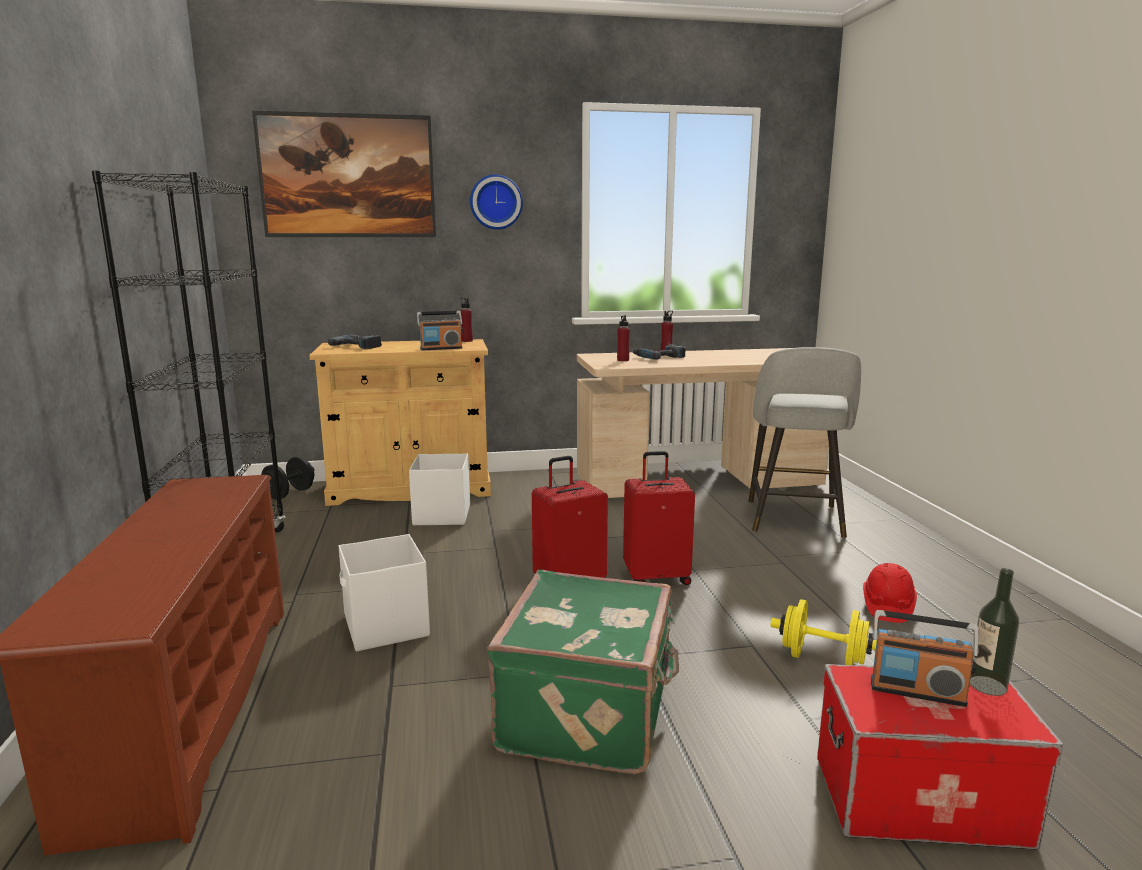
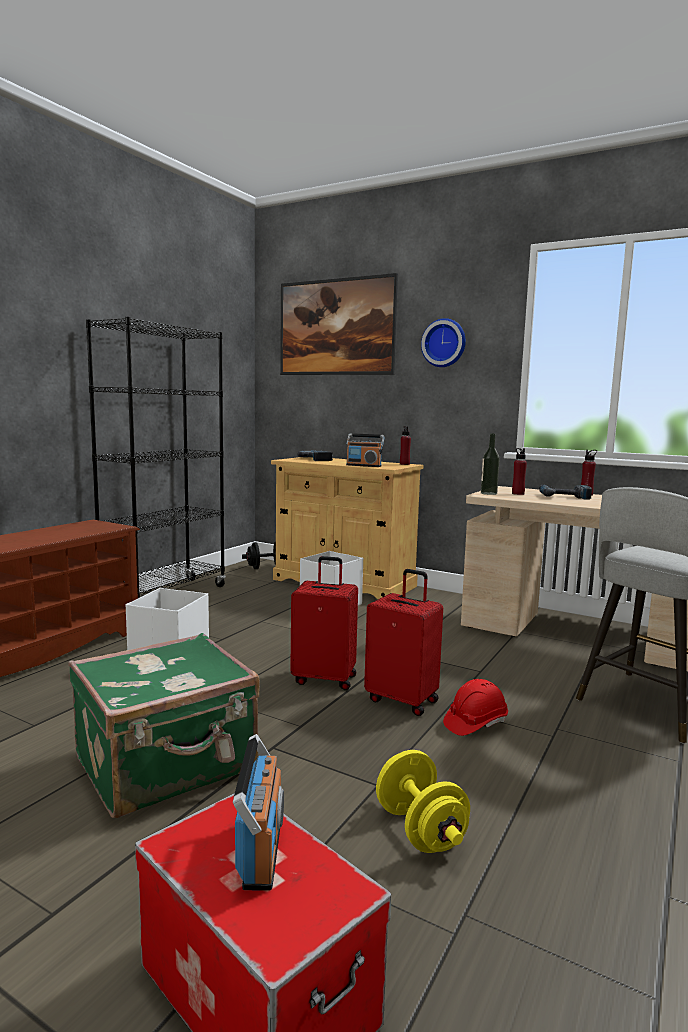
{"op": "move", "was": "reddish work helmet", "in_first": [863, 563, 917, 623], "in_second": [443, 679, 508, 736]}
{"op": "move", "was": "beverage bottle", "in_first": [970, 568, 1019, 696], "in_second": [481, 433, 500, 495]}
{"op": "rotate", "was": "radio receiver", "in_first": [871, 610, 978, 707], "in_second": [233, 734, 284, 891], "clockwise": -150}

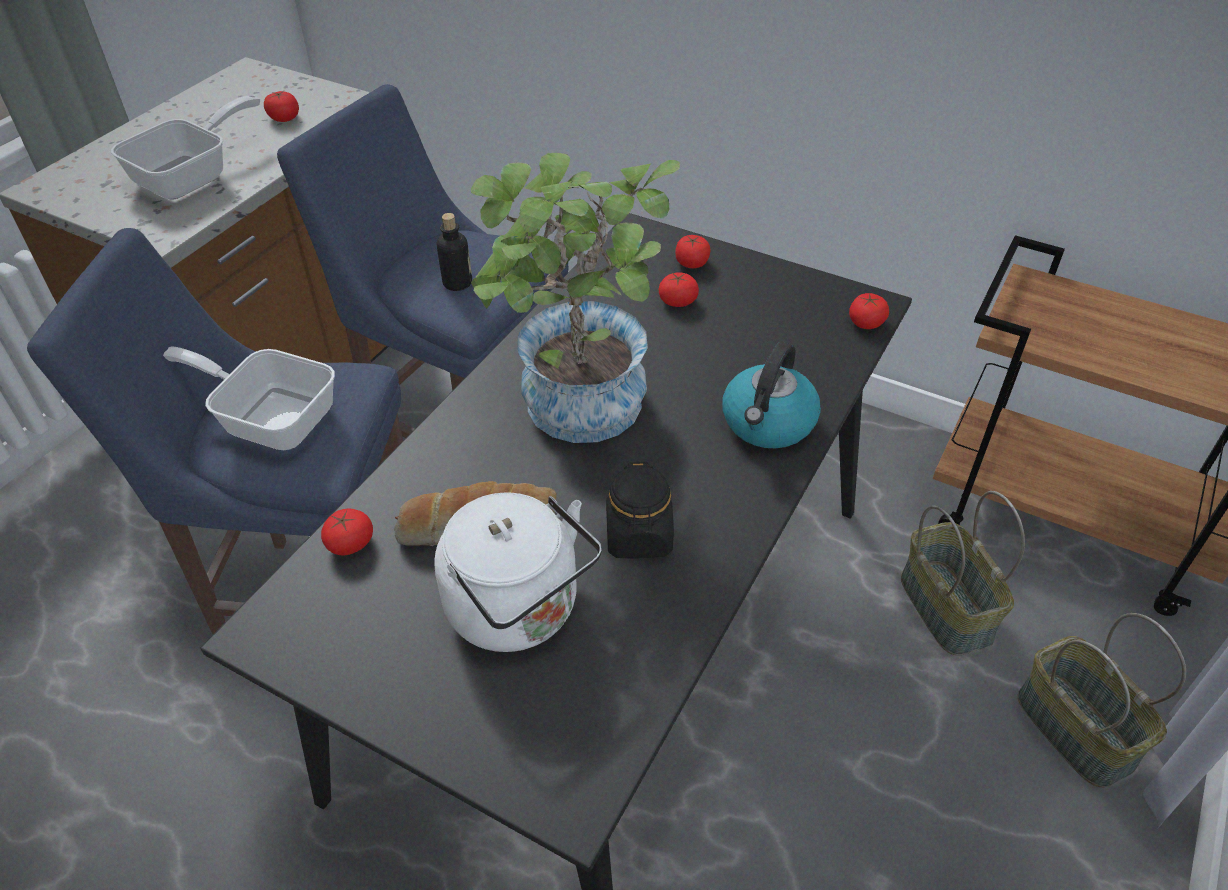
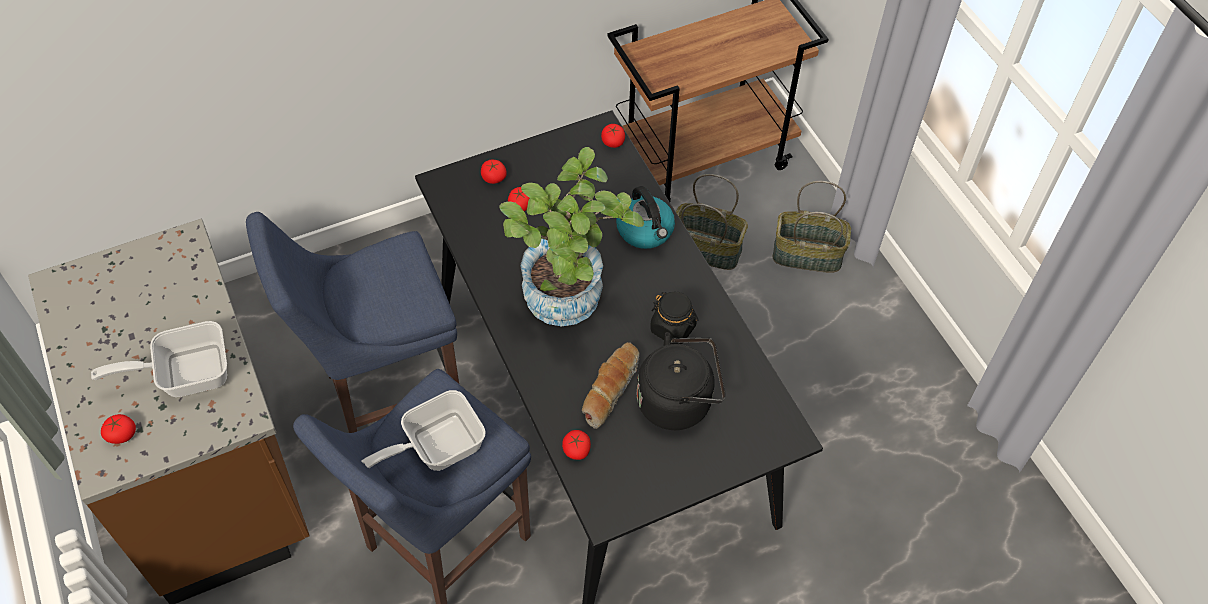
{"op": "move", "was": "whole tomato", "in_first": [264, 91, 299, 122], "in_second": [101, 414, 136, 444]}
{"op": "rotate", "was": "pan", "in_first": [111, 95, 260, 199], "in_second": [91, 321, 227, 397], "clockwise": -90}
{"op": "delete", "was": "beverage bottle", "in_first": [437, 213, 472, 291]}
{"op": "recolor", "was": "white water kettle", "now": "black water kettle", "in_first": [434, 493, 602, 652], "in_second": [637, 332, 726, 430]}

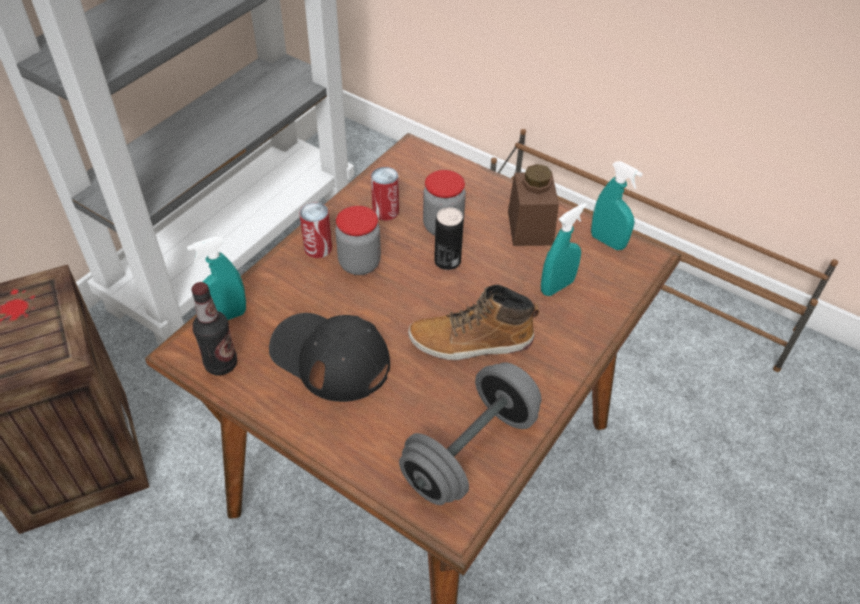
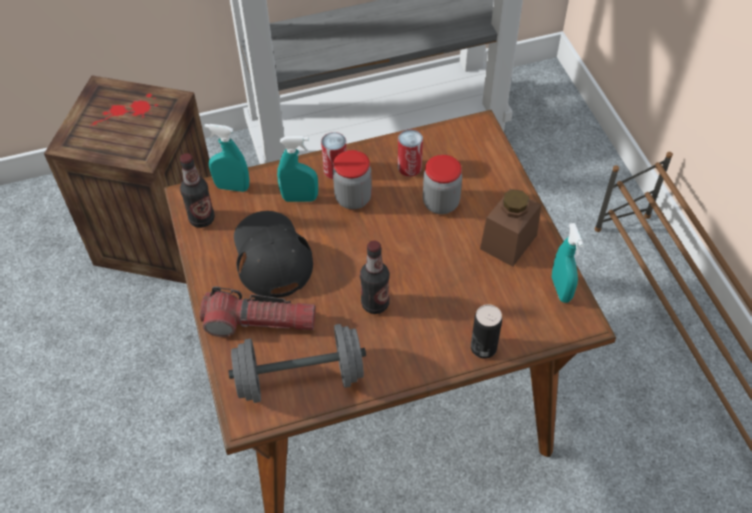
{"op": "move", "was": "turquoise spray bottle", "in_first": [541, 203, 587, 296], "in_second": [277, 136, 318, 202]}
{"op": "move", "was": "can", "in_first": [434, 207, 464, 270], "in_second": [471, 304, 502, 359]}
{"op": "replace", "was": "high-top boot", "now": "beverage bottle", "in_first": [408, 285, 539, 360], "in_second": [360, 241, 389, 314]}
{"op": "insert", "now": "flashlight", "in_second": [200, 286, 315, 337]}

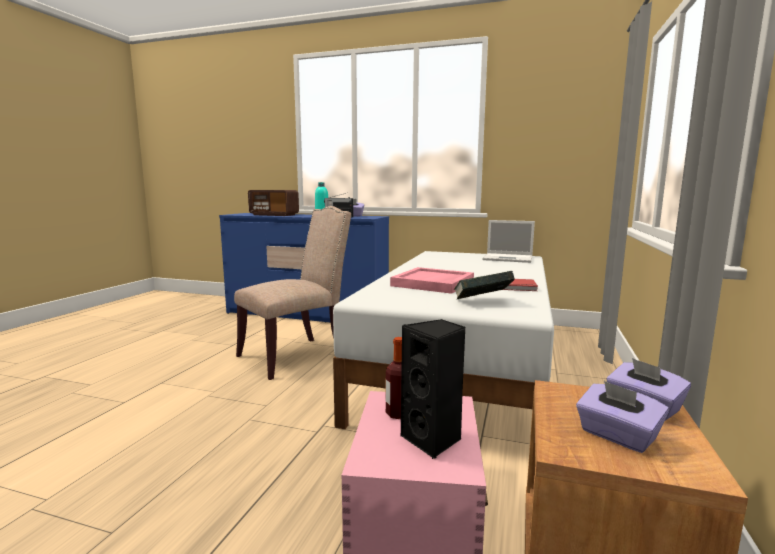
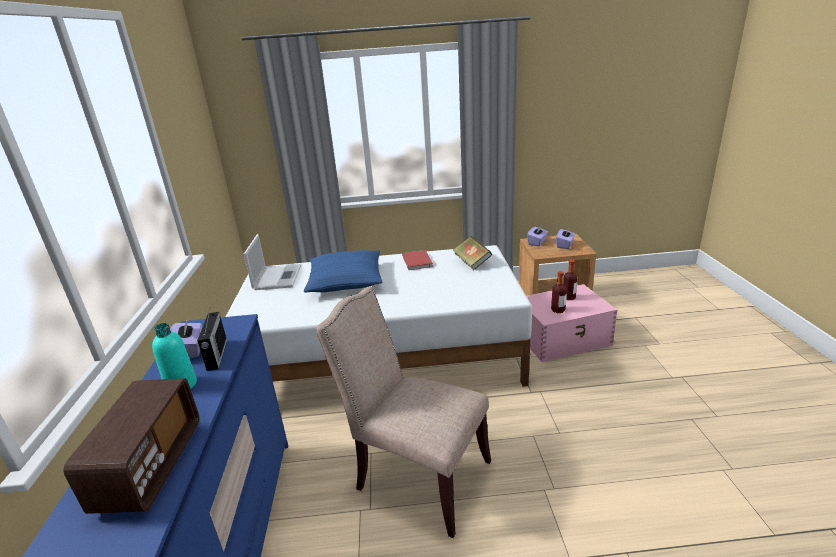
{"op": "delete", "was": "pink-coloured serving tray", "in_first": [390, 267, 474, 294]}
{"op": "replace", "was": "black loudspeaker", "now": "beverage bottle", "in_first": [400, 319, 466, 459], "in_second": [563, 260, 577, 300]}
{"op": "insert", "now": "blue cushion", "in_second": [304, 250, 382, 292]}

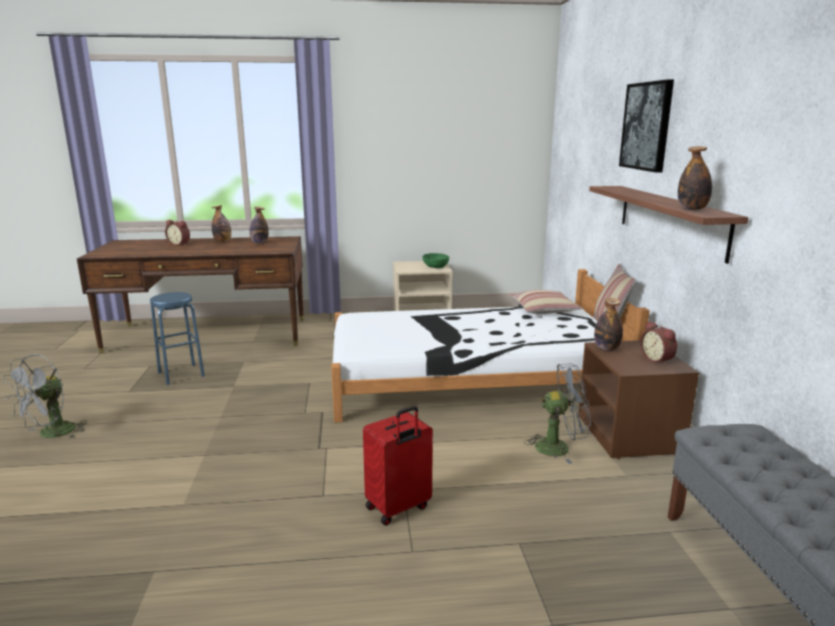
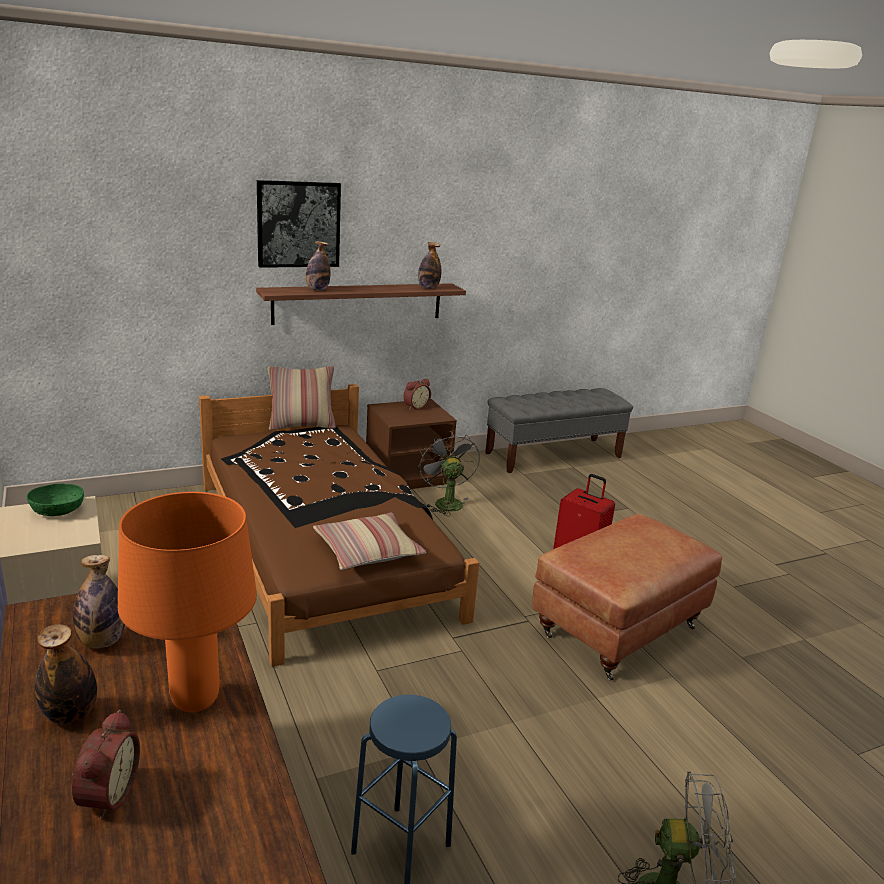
{"op": "recolor", "was": "white sleeping bed", "now": "brown-coloured sleeping bed", "in_first": [331, 269, 650, 423], "in_second": [199, 384, 480, 667]}
{"op": "move", "was": "cushion", "in_first": [509, 290, 583, 314], "in_second": [313, 513, 426, 570]}
{"op": "move", "was": "beverage bottle", "in_first": [594, 298, 623, 351], "in_second": [306, 241, 330, 291]}
{"op": "insert", "now": "orange-coloured table lamp", "in_second": [118, 492, 257, 712]}
{"op": "insert", "now": "brown-coloured footrest", "in_second": [532, 514, 722, 680]}

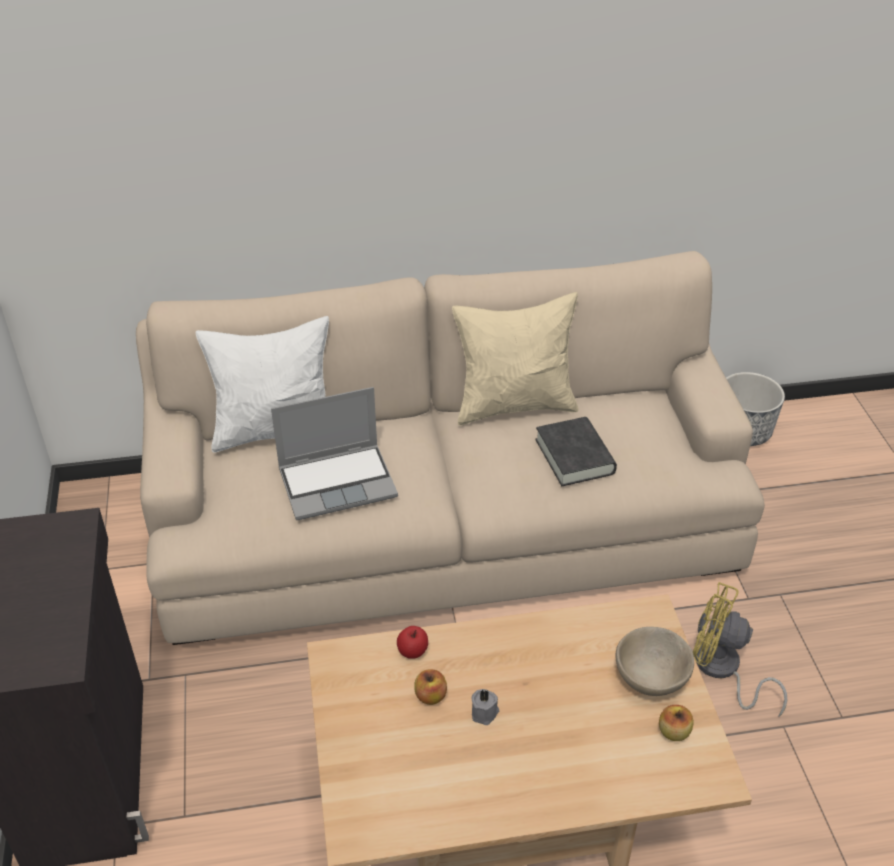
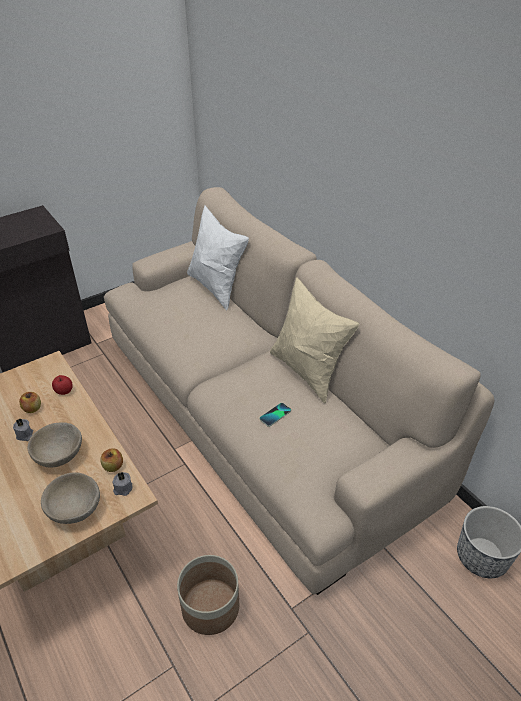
{"op": "delete", "was": "laptop", "in_first": [271, 387, 398, 520]}
{"op": "replace", "was": "black book", "now": "phone", "in_first": [535, 417, 617, 486], "in_second": [260, 403, 291, 427]}
{"op": "replace", "was": "yellow fan", "now": "plant pot", "in_first": [693, 582, 787, 716], "in_second": [177, 555, 239, 635]}
{"op": "move", "was": "whole apple", "in_first": [659, 705, 694, 741], "in_second": [100, 448, 123, 472]}
{"op": "insert", "now": "sand-coloured deep dish", "in_second": [28, 422, 82, 468]}
{"op": "insert", "now": "gray wax candle", "in_second": [112, 472, 132, 496]}

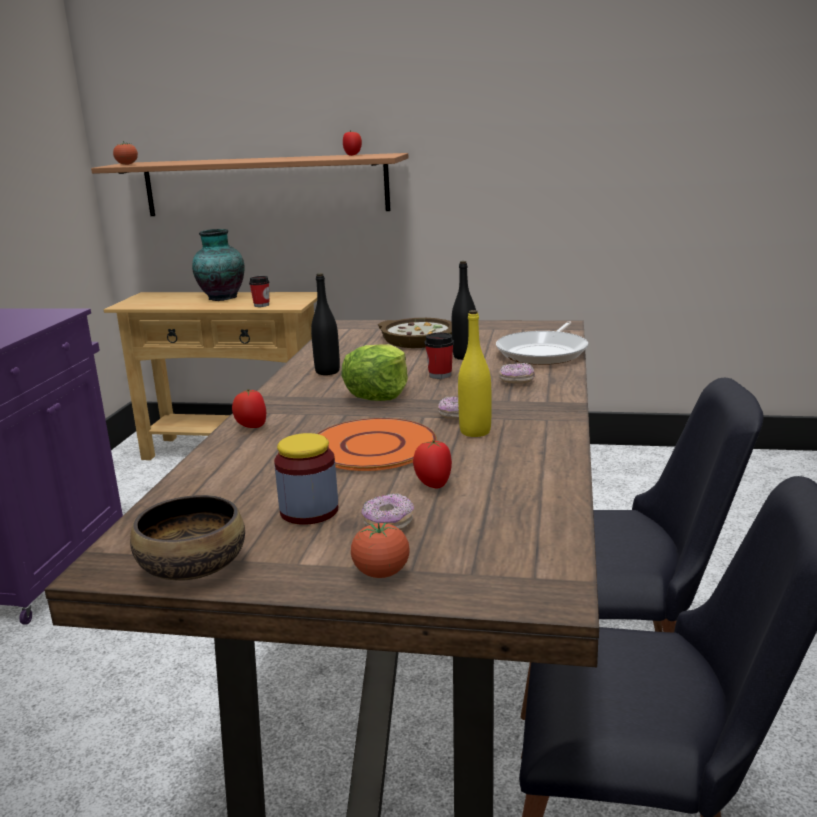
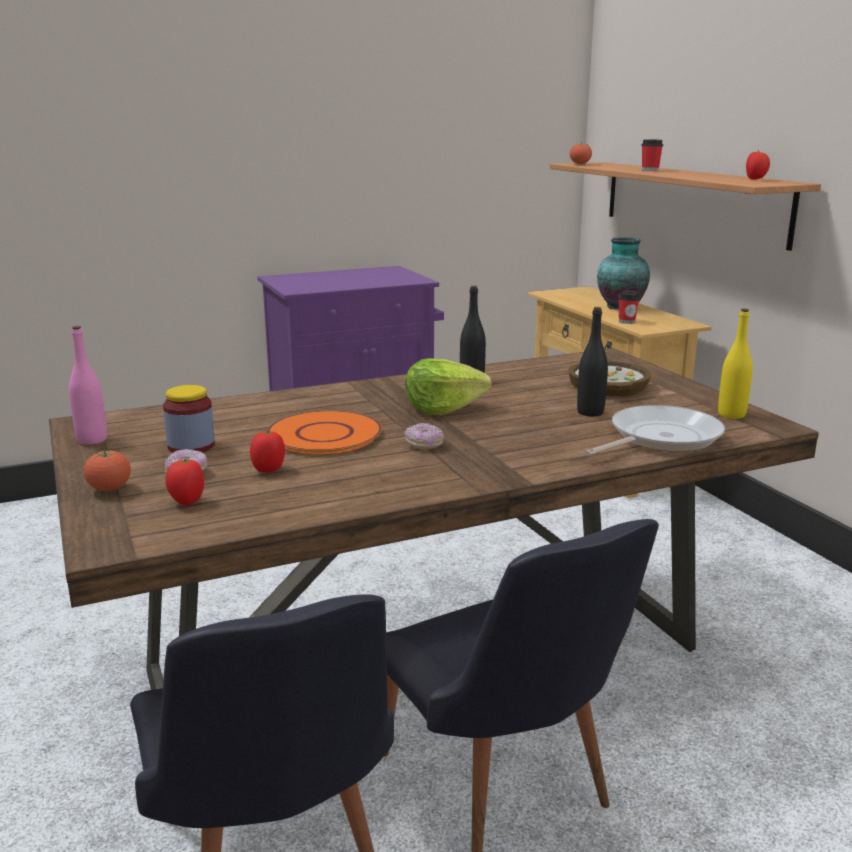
{"op": "move", "was": "yellow beverage bottle", "in_first": [458, 310, 491, 437], "in_second": [718, 308, 753, 419]}
{"op": "rotate", "was": "pan", "in_first": [496, 321, 588, 365], "in_second": [585, 405, 725, 456], "clockwise": 150}
{"op": "move", "was": "drinking cup", "in_first": [425, 332, 454, 379], "in_second": [641, 139, 663, 171]}
{"op": "delete", "was": "ring doughnut", "in_first": [499, 363, 535, 384]}
{"op": "move", "was": "whole tomato", "in_first": [232, 389, 266, 428], "in_second": [165, 458, 204, 505]}
{"op": "replace", "was": "deep dish", "now": "pink-coloured beverage bottle", "in_first": [130, 495, 245, 581], "in_second": [69, 326, 107, 445]}

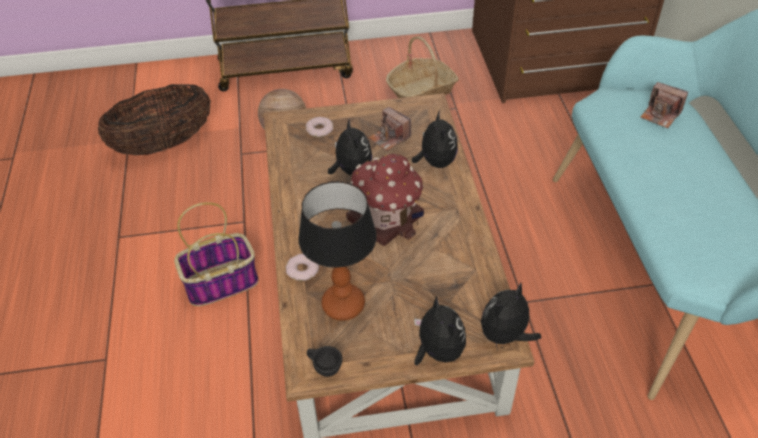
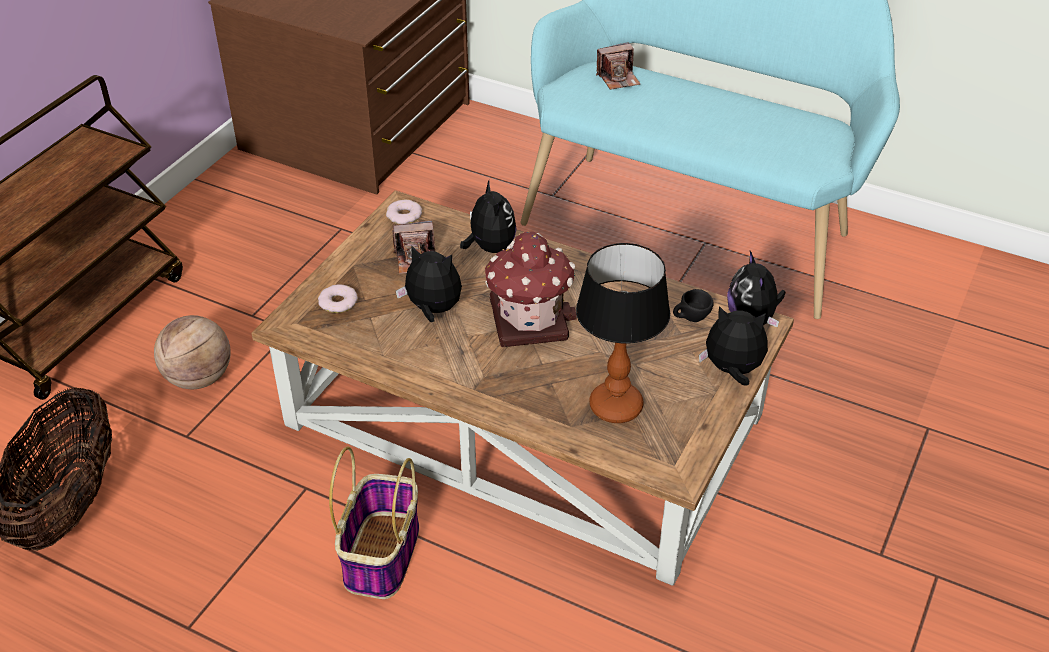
{"op": "delete", "was": "household basket", "in_first": [386, 36, 458, 98]}
{"op": "rotate", "was": "cuddly toy", "in_first": [412, 110, 458, 168], "in_second": [460, 181, 516, 253], "clockwise": 45}
{"op": "move", "was": "ring doughnut", "in_first": [286, 254, 319, 281], "in_second": [386, 199, 422, 224]}
{"op": "move", "was": "black drinking cup", "in_first": [307, 346, 342, 377], "in_second": [673, 289, 714, 322]}

